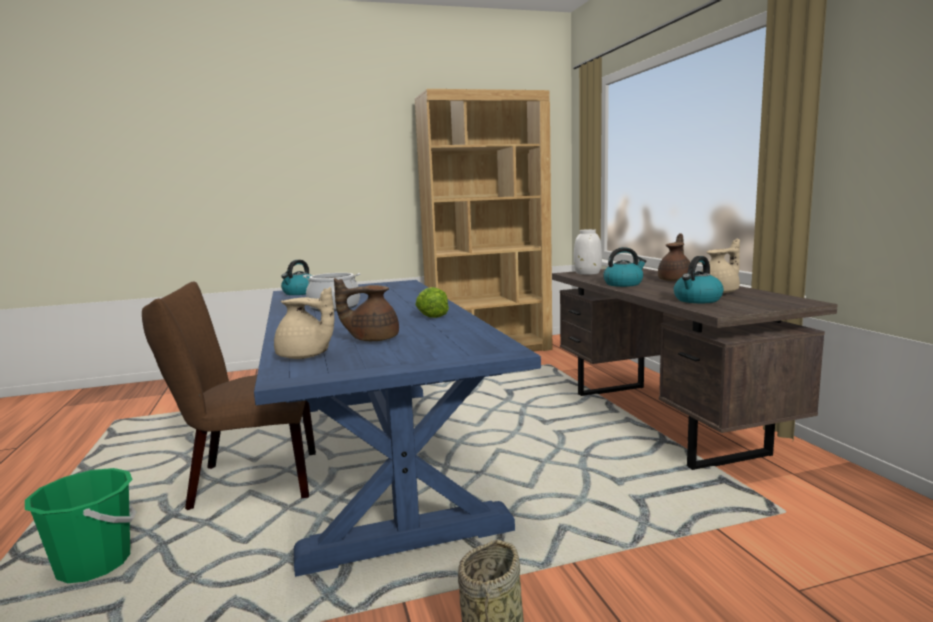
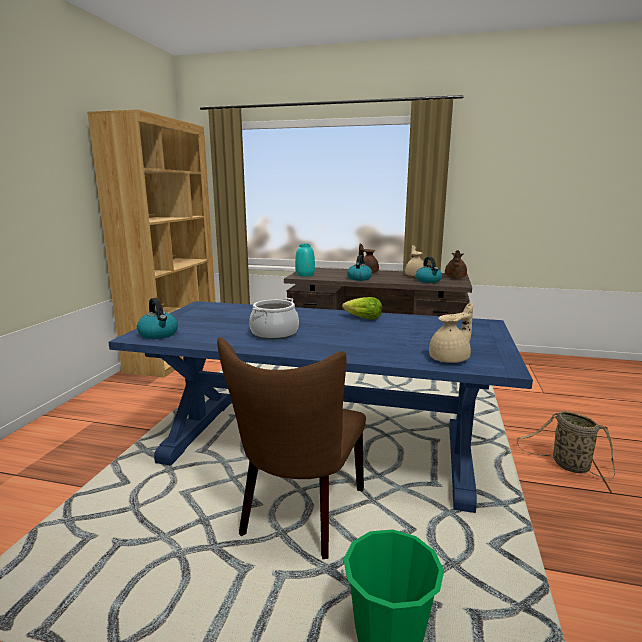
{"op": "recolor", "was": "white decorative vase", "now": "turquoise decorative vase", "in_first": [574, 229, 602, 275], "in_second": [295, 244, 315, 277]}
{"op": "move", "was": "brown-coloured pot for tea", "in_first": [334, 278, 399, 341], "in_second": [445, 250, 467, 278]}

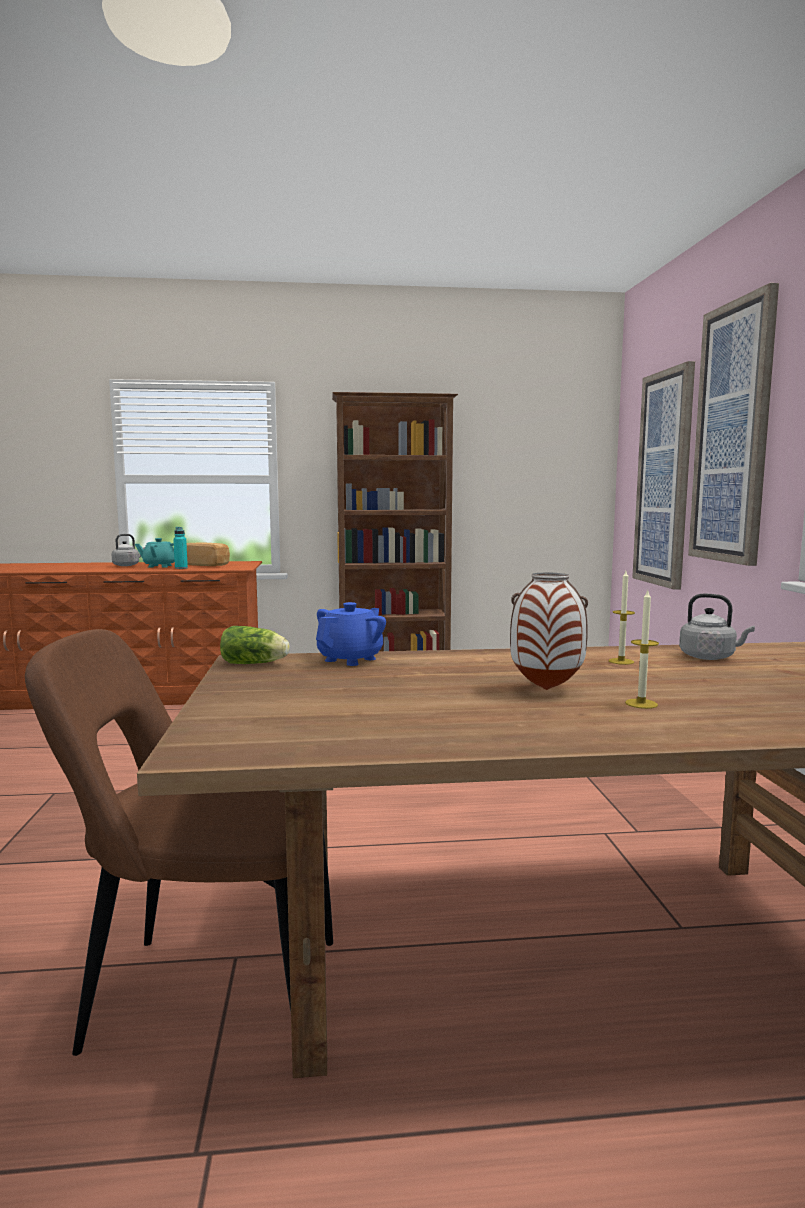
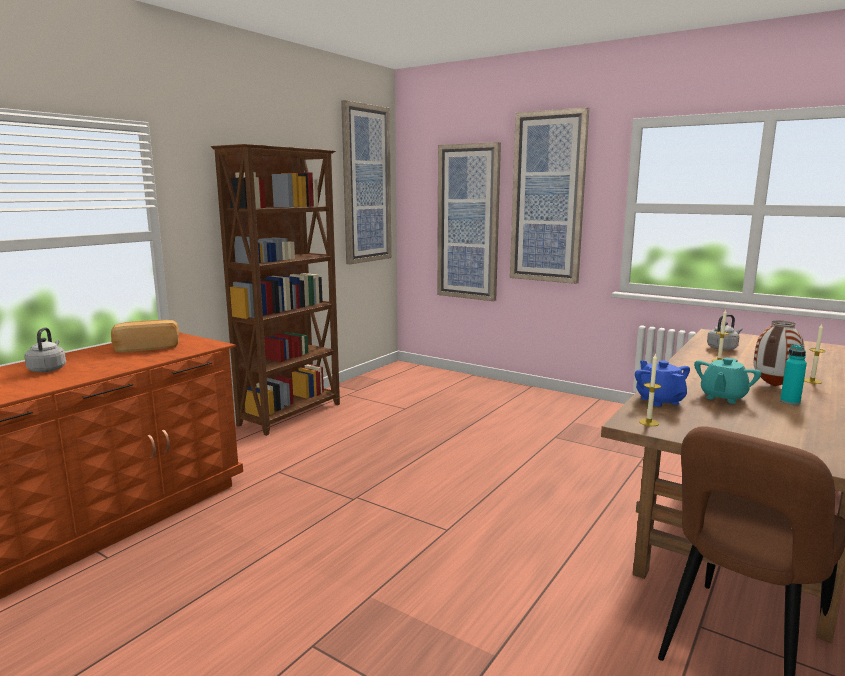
{"op": "move", "was": "turquoise beverage bottle", "in_first": [173, 527, 188, 569], "in_second": [780, 345, 807, 405]}
{"op": "move", "was": "turquoise pot for tea", "in_first": [135, 538, 175, 568], "in_second": [694, 358, 761, 404]}
{"op": "replace", "was": "head of lettuce", "now": "wax candle", "in_first": [220, 626, 290, 664], "in_second": [639, 353, 661, 426]}
{"op": "insert", "now": "picture", "in_second": [341, 100, 391, 264]}

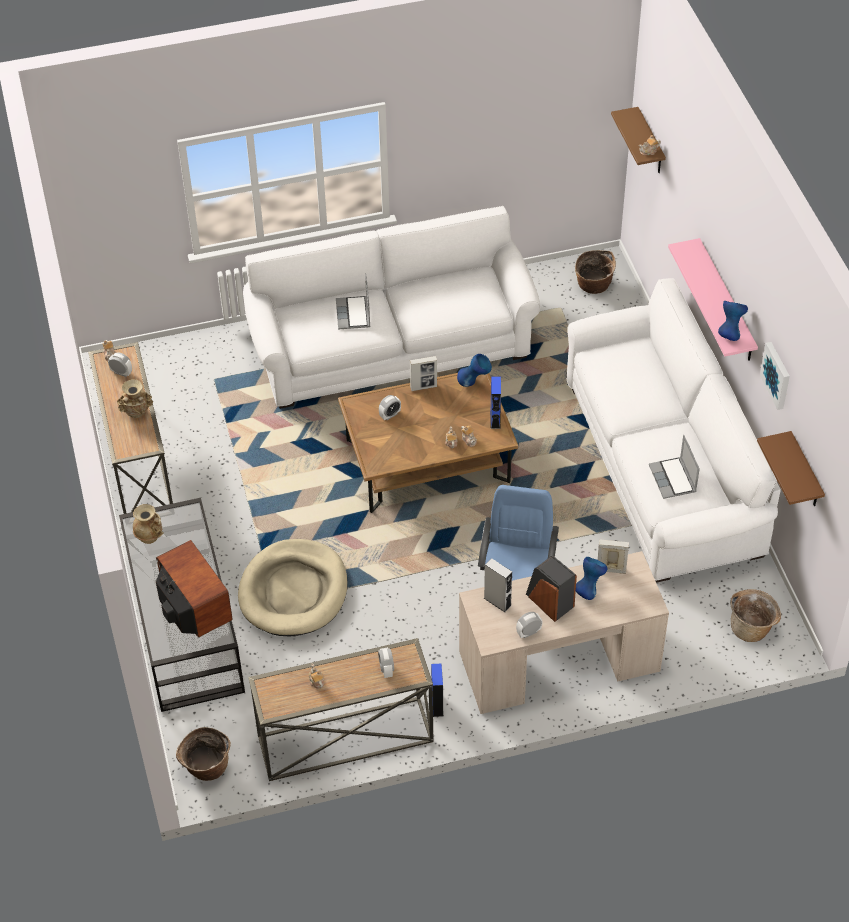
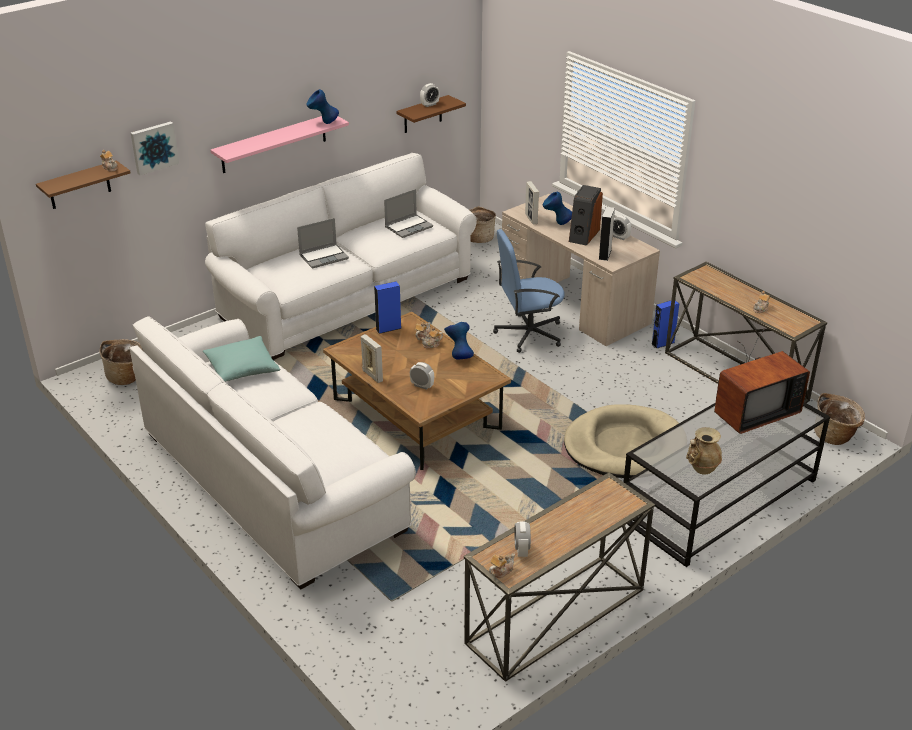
{"op": "move", "was": "laptop", "in_first": [336, 273, 370, 330], "in_second": [297, 218, 349, 268]}
{"op": "move", "was": "picture", "in_first": [760, 342, 790, 410], "in_second": [131, 122, 179, 175]}
{"op": "move", "was": "blue decorative vase", "in_first": [457, 354, 492, 387], "in_second": [444, 322, 474, 359]}
{"op": "delete", "was": "sand-coloured decorative vase", "in_first": [117, 379, 153, 418]}
{"op": "rotate", "was": "TV", "in_first": [156, 540, 233, 638], "in_second": [714, 328, 810, 434], "clockwise": -150}
{"op": "move", "was": "alarm clock", "in_first": [378, 647, 394, 678], "in_second": [420, 83, 440, 107]}
{"op": "insert", "now": "turquoise cushion", "in_second": [203, 336, 281, 382]}

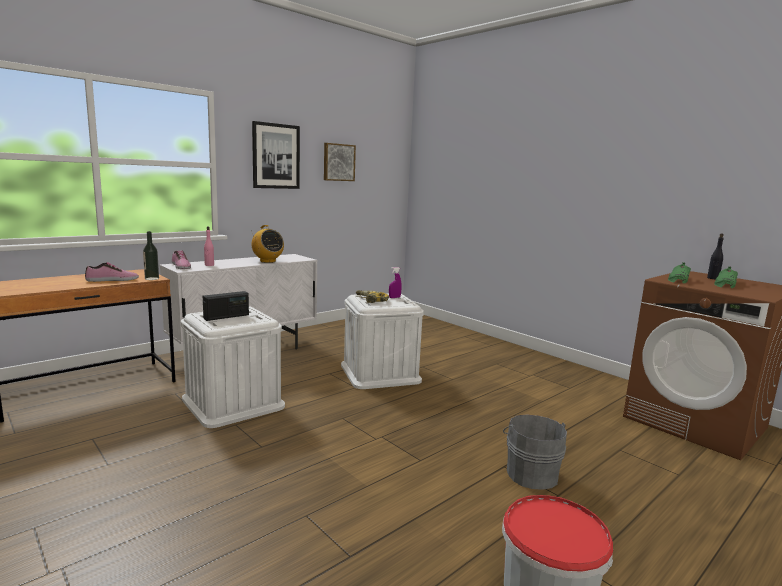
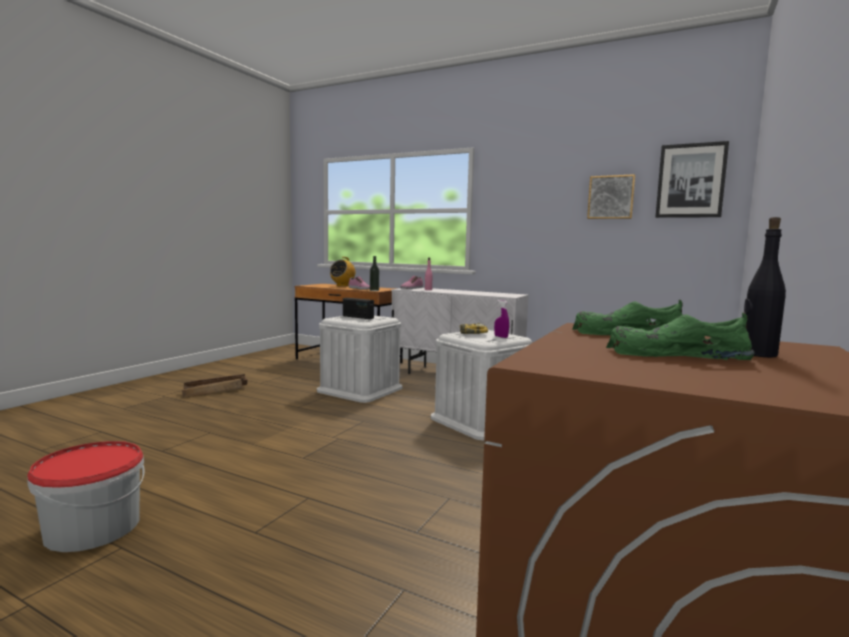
{"op": "move", "was": "picture", "in_first": [252, 121, 300, 189], "in_second": [656, 141, 729, 218]}
{"op": "move", "was": "radio receiver", "in_first": [251, 225, 284, 263], "in_second": [330, 257, 355, 286]}
{"op": "delete", "was": "gray bucket", "in_first": [503, 415, 567, 490]}
{"op": "insert", "now": "shipping crate", "in_second": [182, 374, 247, 398]}

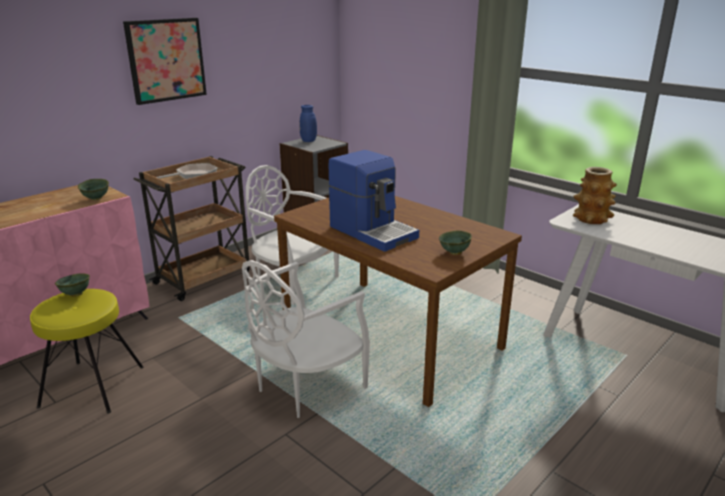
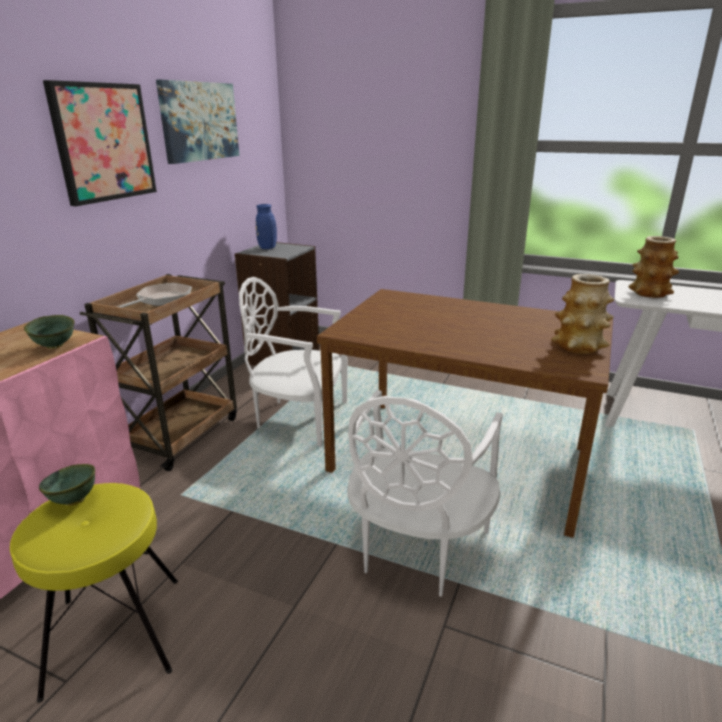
{"op": "delete", "was": "coffee brewer", "in_first": [329, 150, 419, 252]}
{"op": "replace", "was": "green deep dish", "now": "decorative vase", "in_first": [439, 231, 472, 255], "in_second": [551, 274, 615, 354]}
{"op": "insert", "now": "picture", "in_second": [156, 80, 239, 164]}

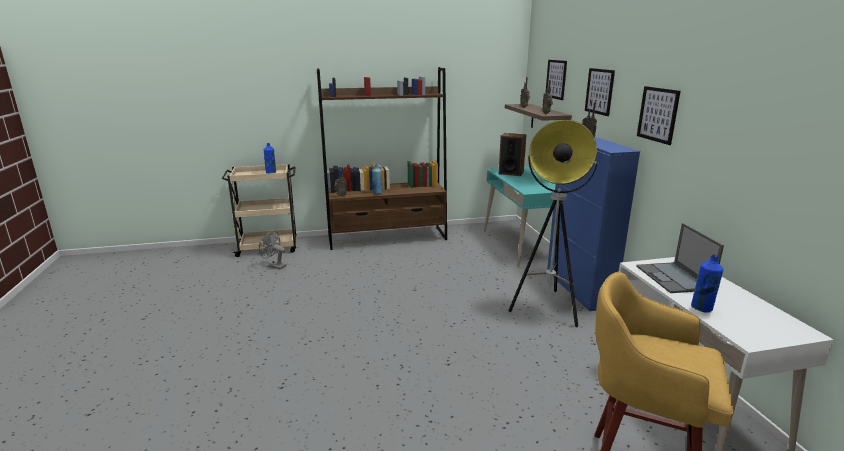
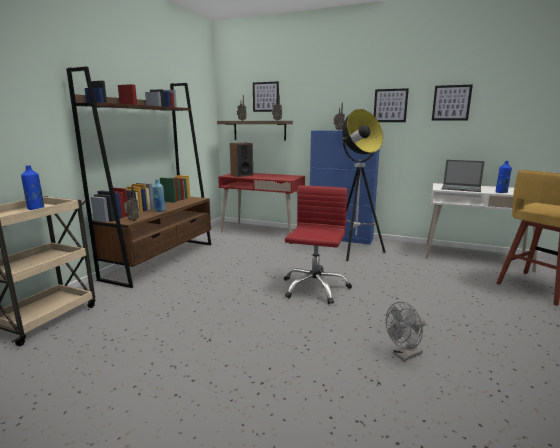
{"op": "move", "was": "picture", "in_first": [585, 68, 615, 116], "in_second": [432, 85, 473, 121]}
{"op": "recolor", "was": "turquoise desk unit", "now": "reddish desk unit", "in_first": [484, 167, 556, 267], "in_second": [218, 173, 305, 234]}
{"op": "move", "was": "gray fan", "in_first": [259, 231, 287, 269], "in_second": [386, 302, 426, 361]}
{"op": "insert", "now": "reddish computer chair", "in_second": [284, 186, 352, 304]}

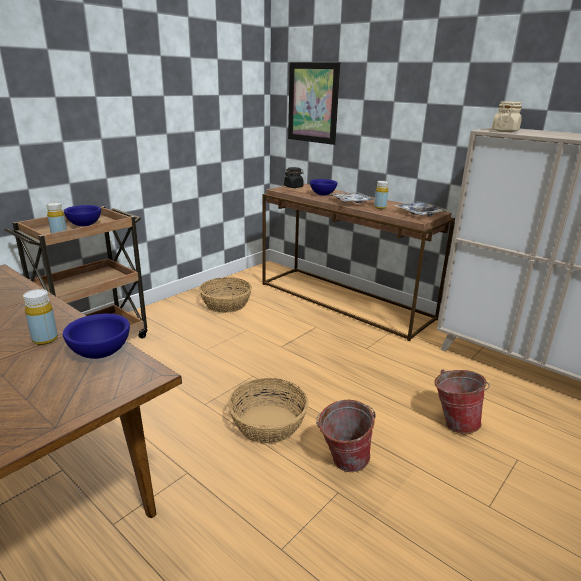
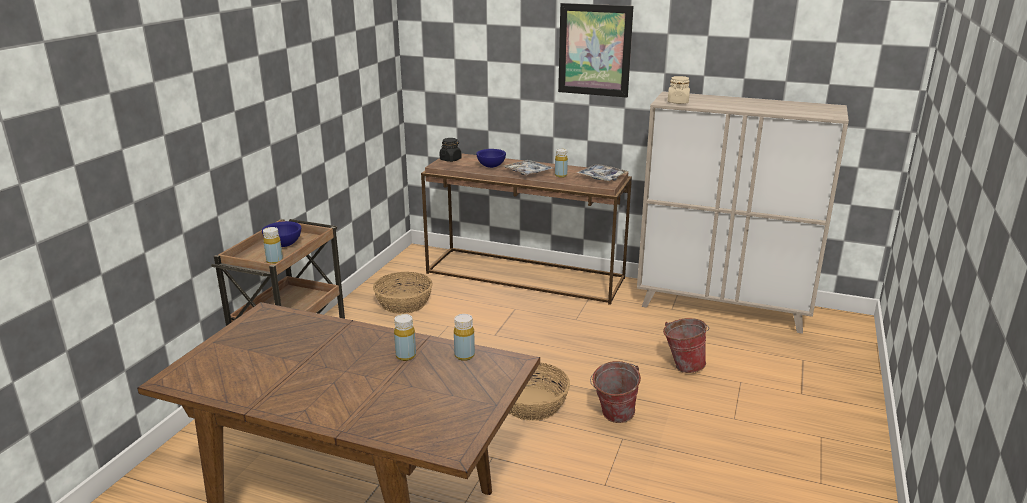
{"op": "move", "was": "picture", "in_first": [288, 62, 340, 145], "in_second": [558, 3, 634, 97]}
{"op": "replace", "was": "blue deep dish", "now": "yellow beverage bottle", "in_first": [63, 314, 130, 359], "in_second": [454, 314, 475, 361]}

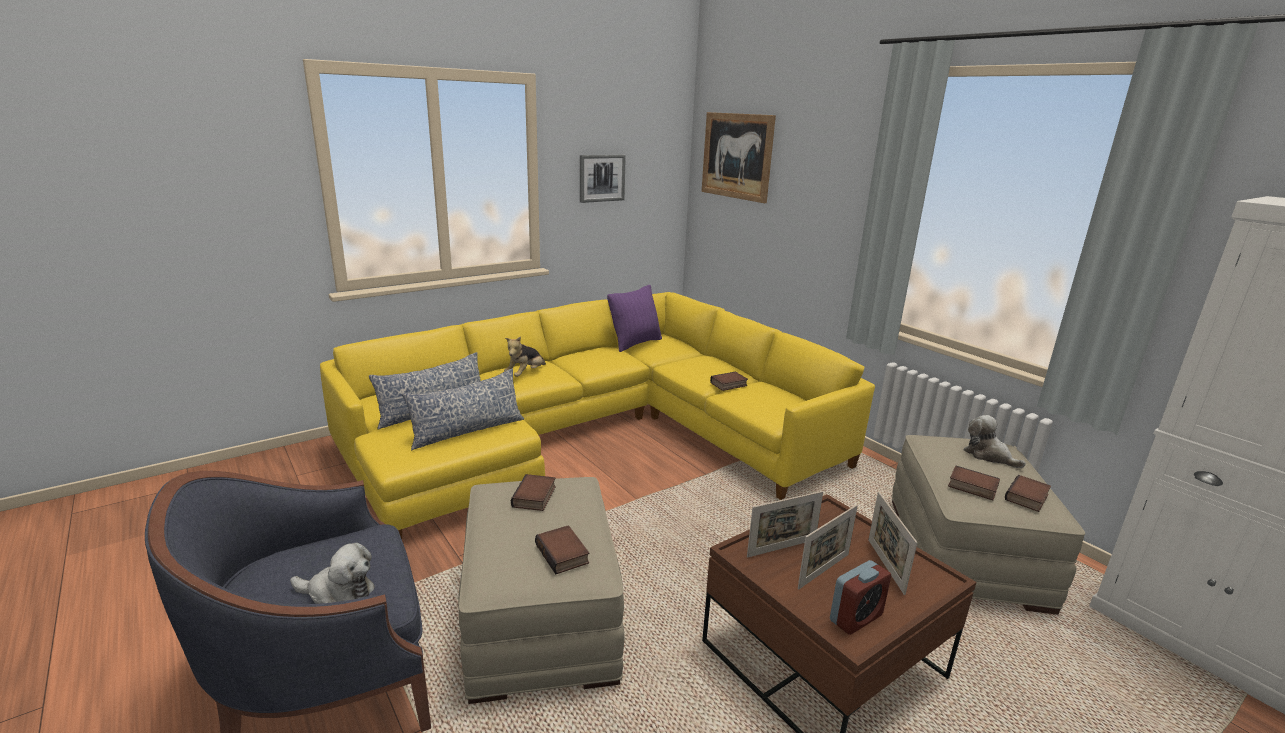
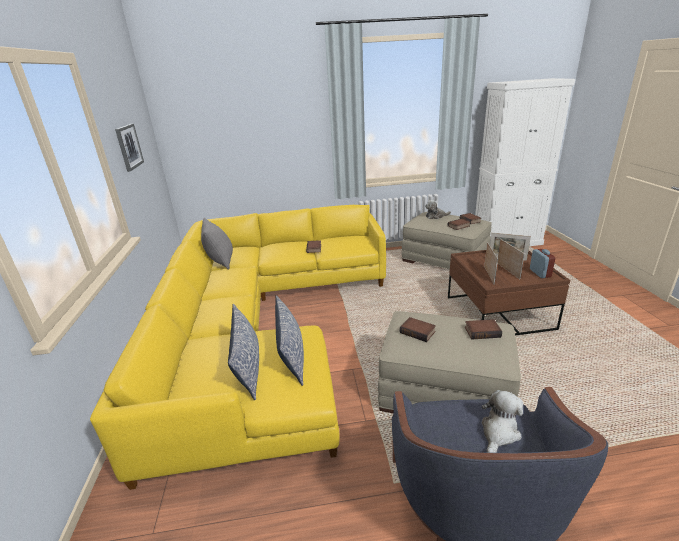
{"op": "delete", "was": "picture", "in_first": [702, 112, 776, 203]}
{"op": "recolor", "was": "purple-coloured cushion", "now": "gray cushion", "in_first": [607, 285, 662, 352], "in_second": [201, 218, 233, 270]}
{"op": "delete", "was": "cuddly toy", "in_first": [504, 336, 546, 377]}

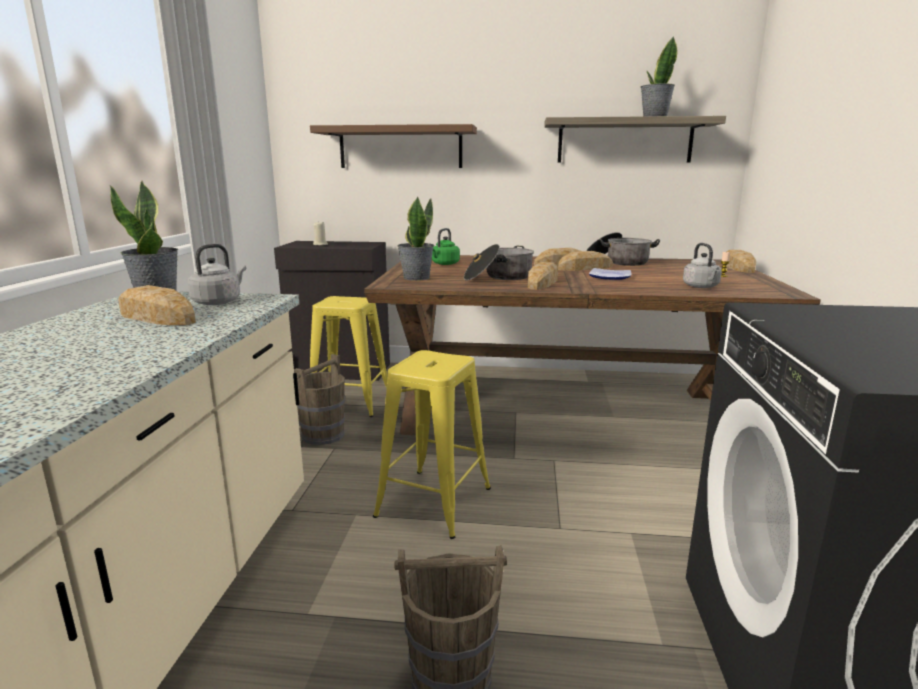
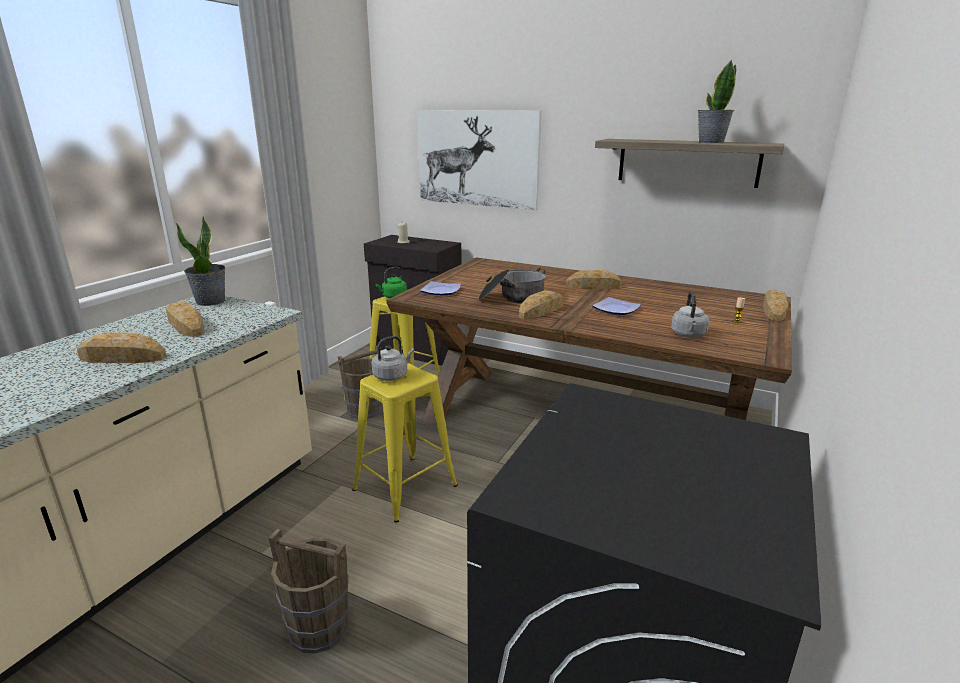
{"op": "replace", "was": "brown-coloured wall shelf", "now": "picture", "in_first": [310, 124, 477, 168], "in_second": [417, 110, 542, 210]}
{"op": "replace", "was": "plant in a pot", "now": "dinner plate", "in_first": [397, 196, 434, 281], "in_second": [420, 281, 461, 295]}
{"op": "move", "was": "green water kettle", "in_first": [432, 228, 460, 265], "in_second": [375, 267, 407, 298]}
{"op": "delete", "was": "cooking pot", "in_first": [586, 232, 660, 266]}
{"op": "move", "was": "gray water kettle", "in_first": [188, 244, 246, 305], "in_second": [372, 336, 414, 381]}
{"op": "move", "was": "bread", "in_first": [558, 251, 613, 271], "in_second": [77, 332, 167, 363]}

